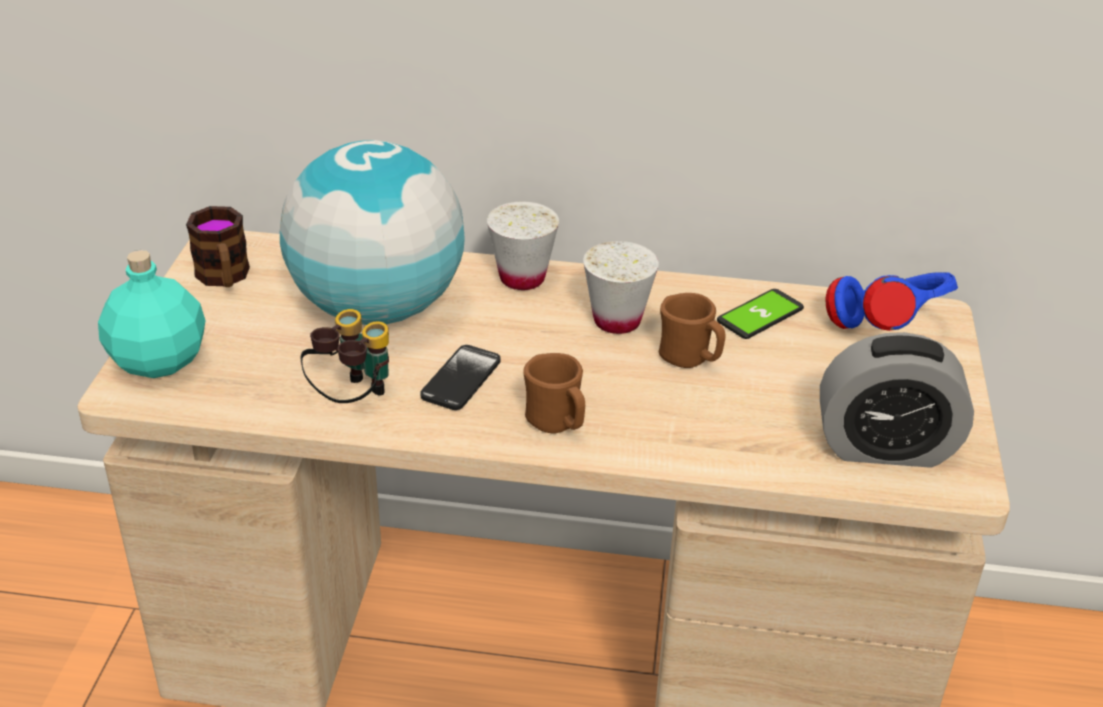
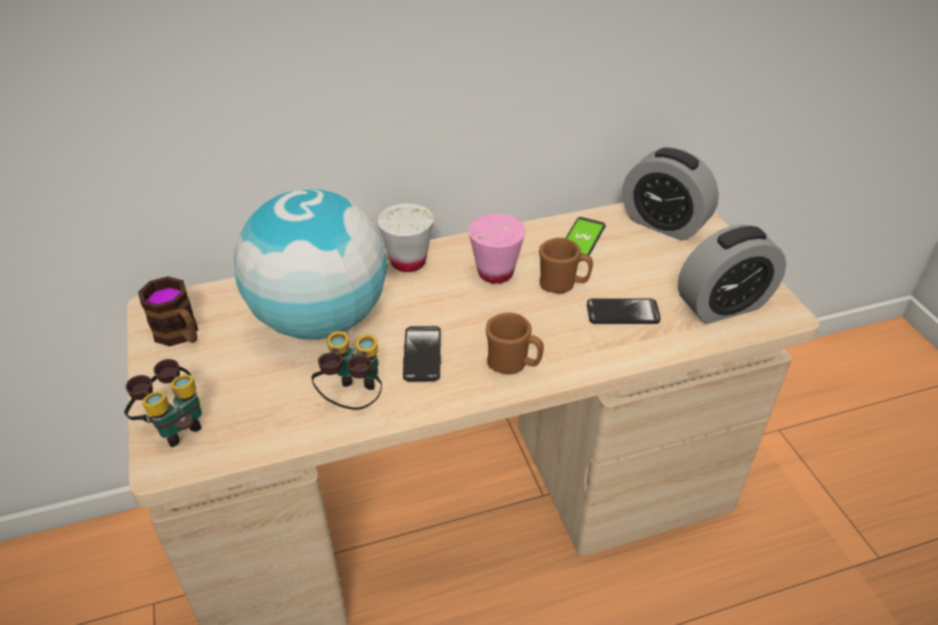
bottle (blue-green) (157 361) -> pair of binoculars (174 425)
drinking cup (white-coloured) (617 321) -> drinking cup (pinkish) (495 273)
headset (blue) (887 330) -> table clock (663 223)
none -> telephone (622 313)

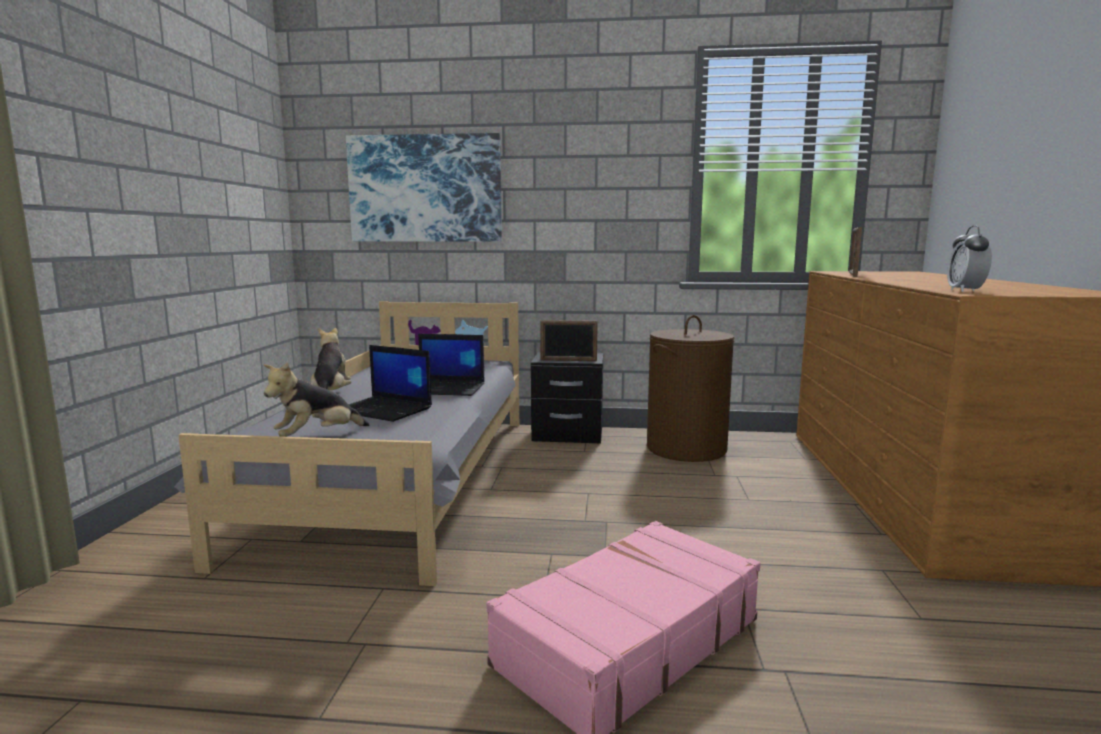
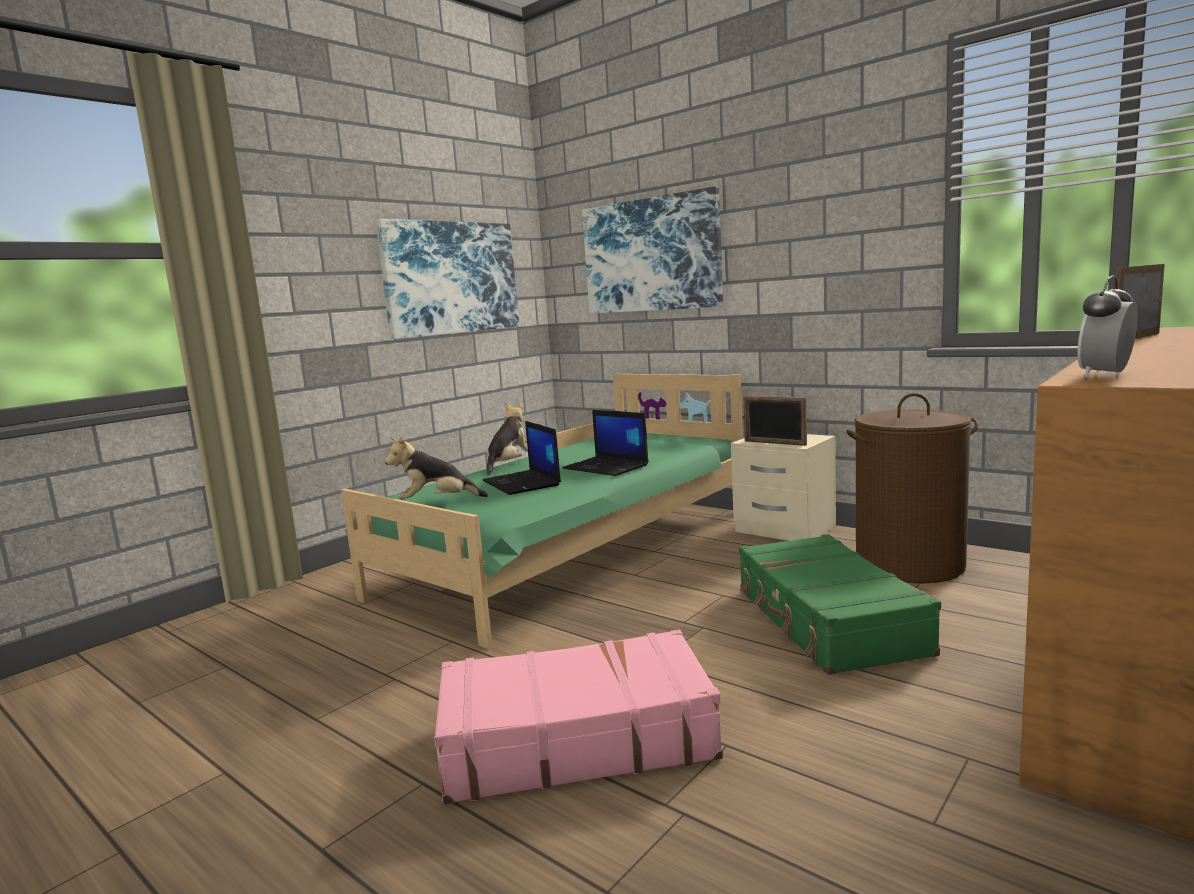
sleeping bed (grey) (404 479) -> sleeping bed (green) (573 552)
bedside table (blackish) (567 435) -> bedside table (beige) (784 530)
none -> wall picture (451 278)
none -> suitcase (green) (827 621)

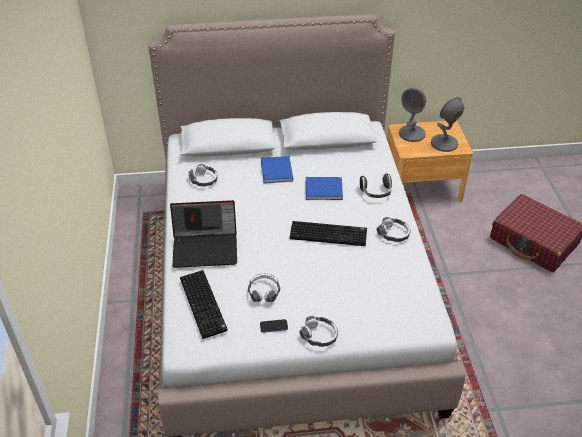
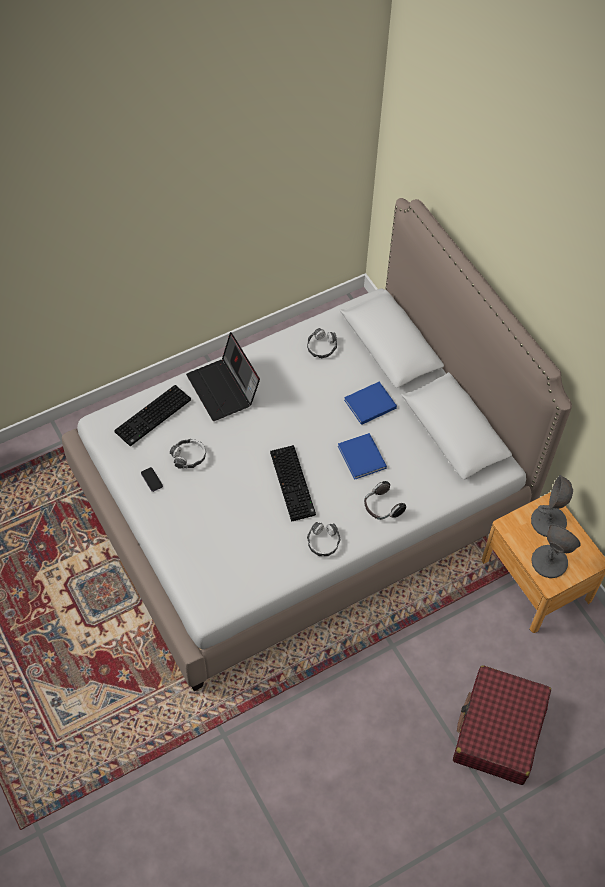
headset (319 335) -> none

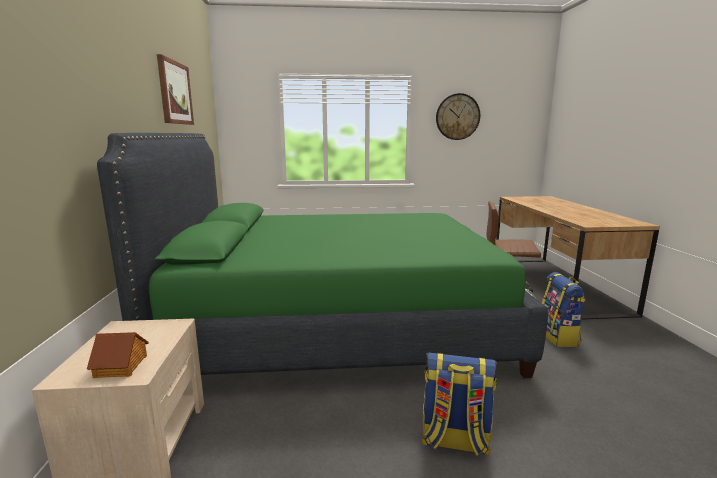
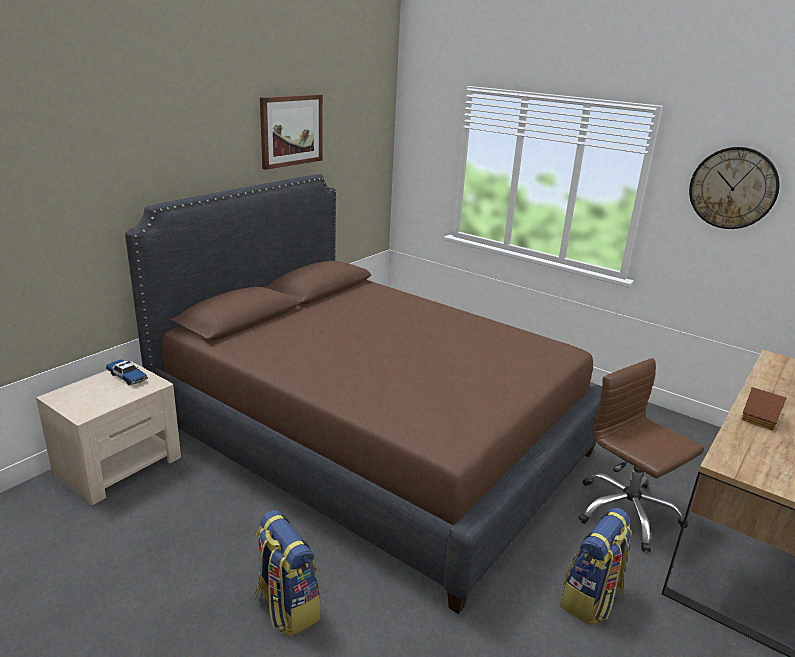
toy house (122 366) -> toy house (760 419), move
sleeping bed (green) (338 323) -> sleeping bed (brownish) (373 440)
none -> miniature car (127 376)

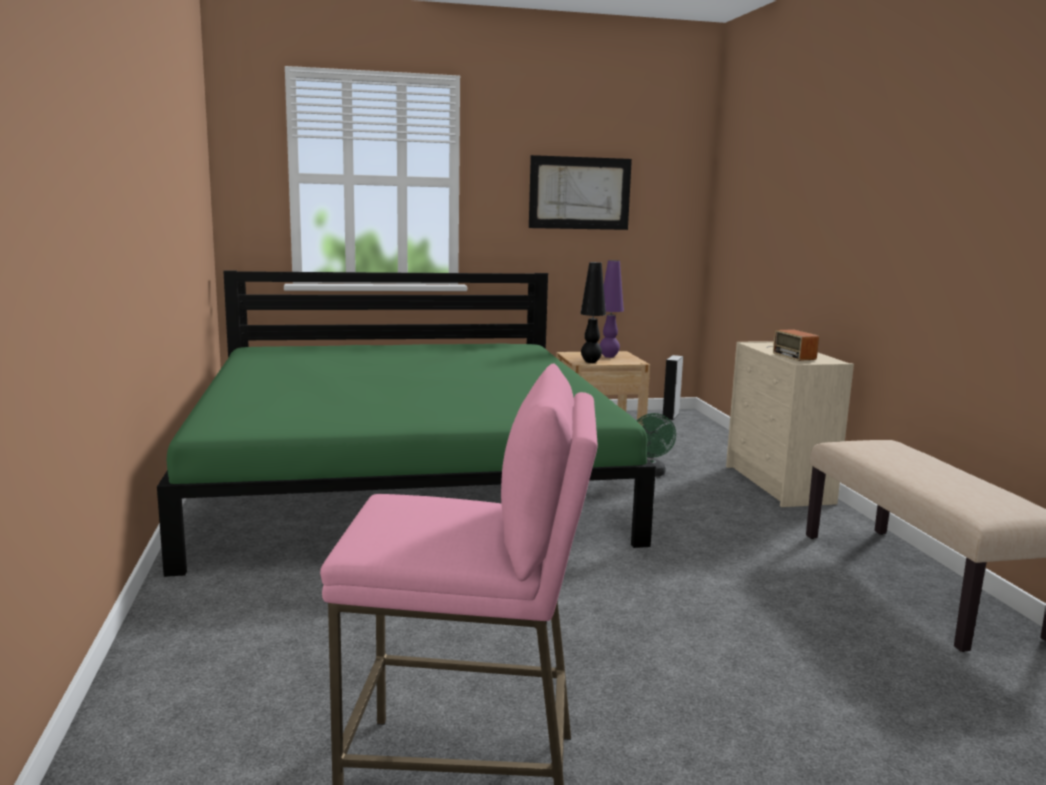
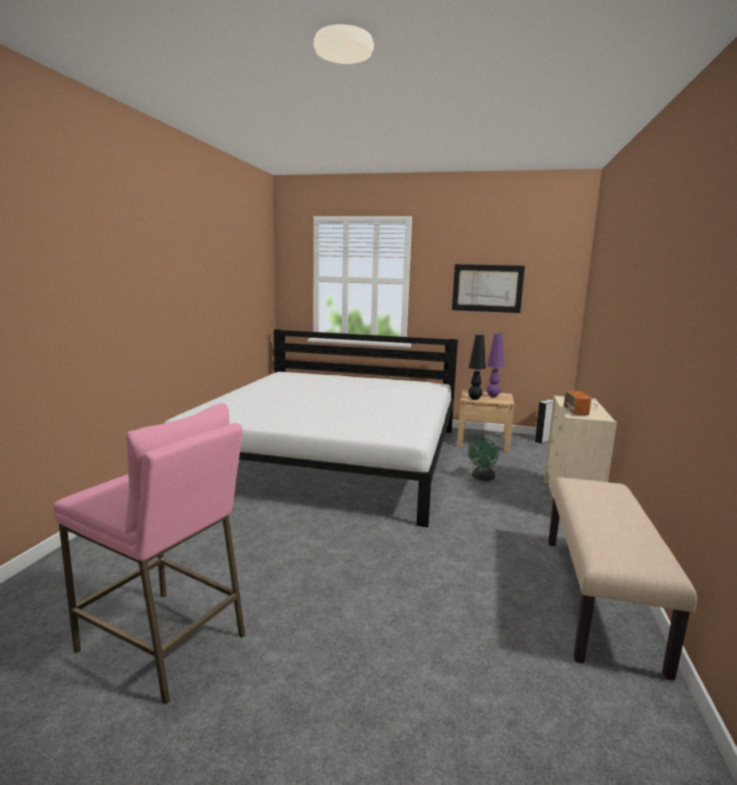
sleeping bed (green) (404 476) -> sleeping bed (white-coloured) (332 456)

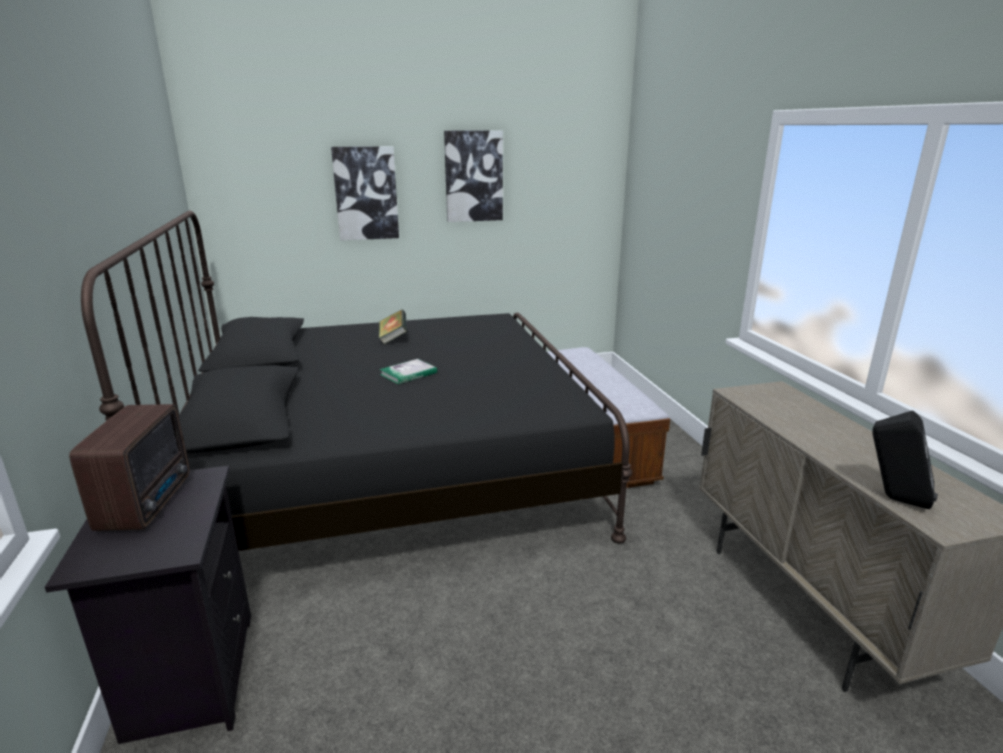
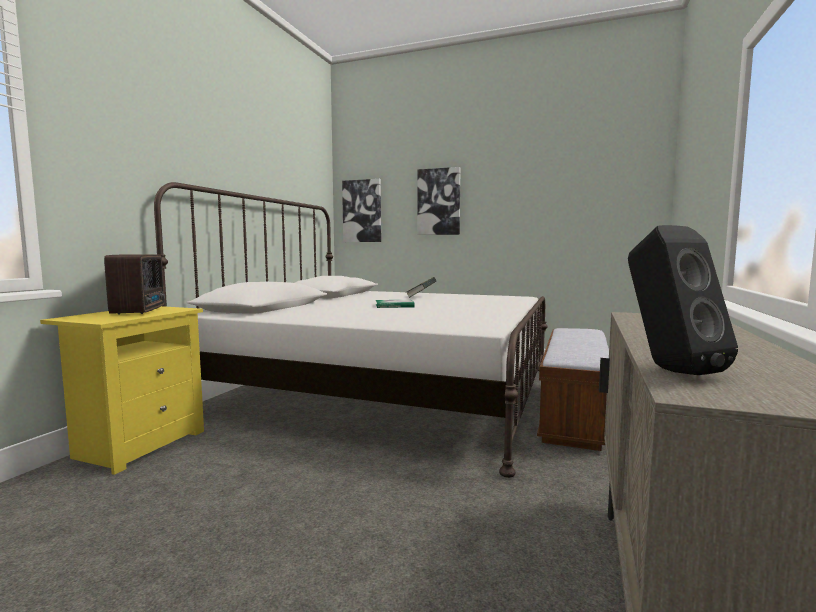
bedside table (blackish) (190 676) -> bedside table (yellowish) (138 445)
radio set (149 501) -> radio set (141 310), 45 degrees counterclockwise
sleeping bed (blackish) (391 469) -> sleeping bed (white-coloured) (385 391)
wall picture (473 176) -> wall picture (362 211), move

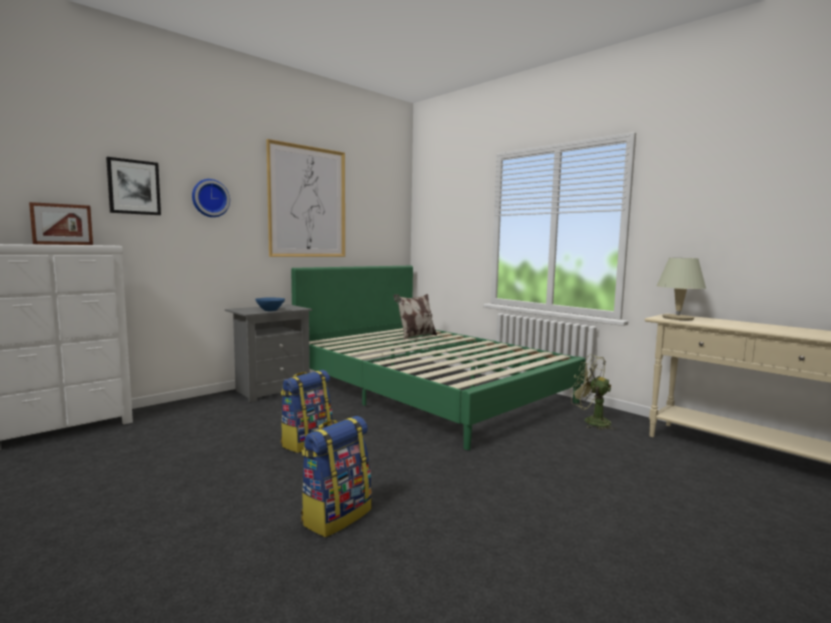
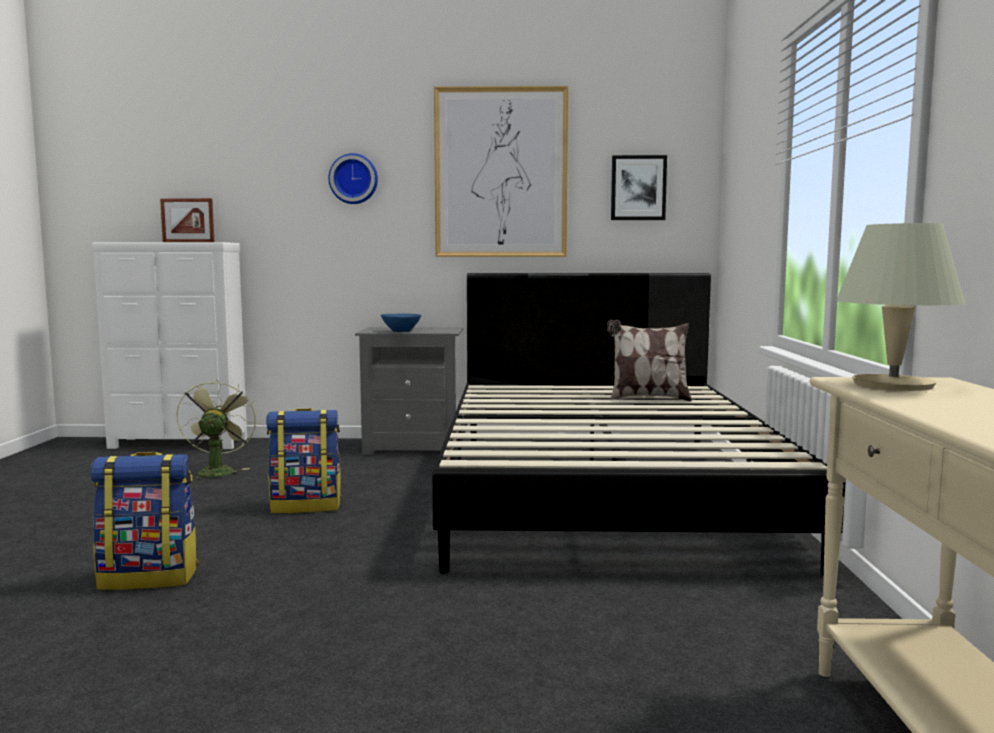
wall picture (134 187) -> wall picture (638 188), move
sleeping bed (green) (428 390) -> sleeping bed (blackish) (604 490)
fan (green) (591 421) -> fan (green) (216 471), move

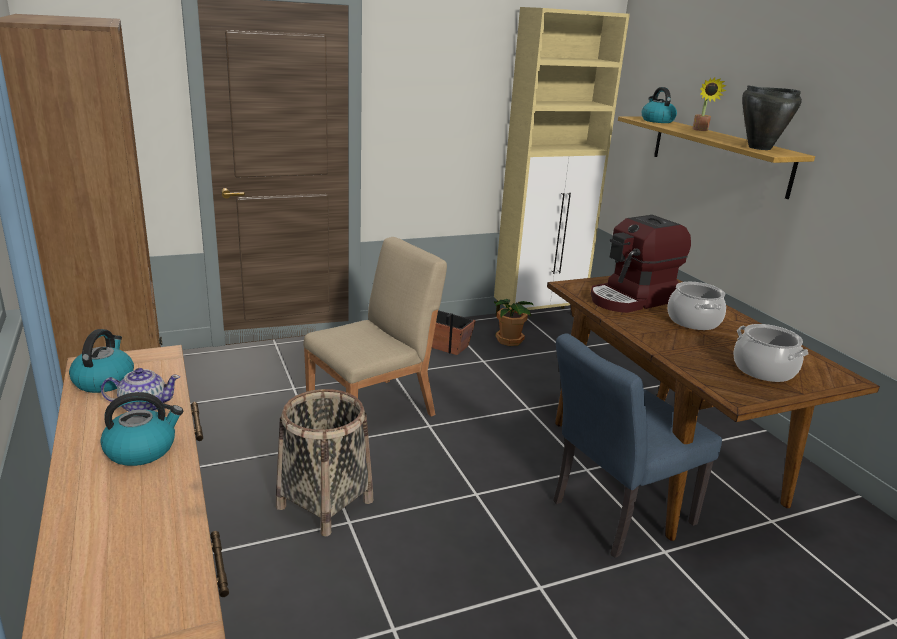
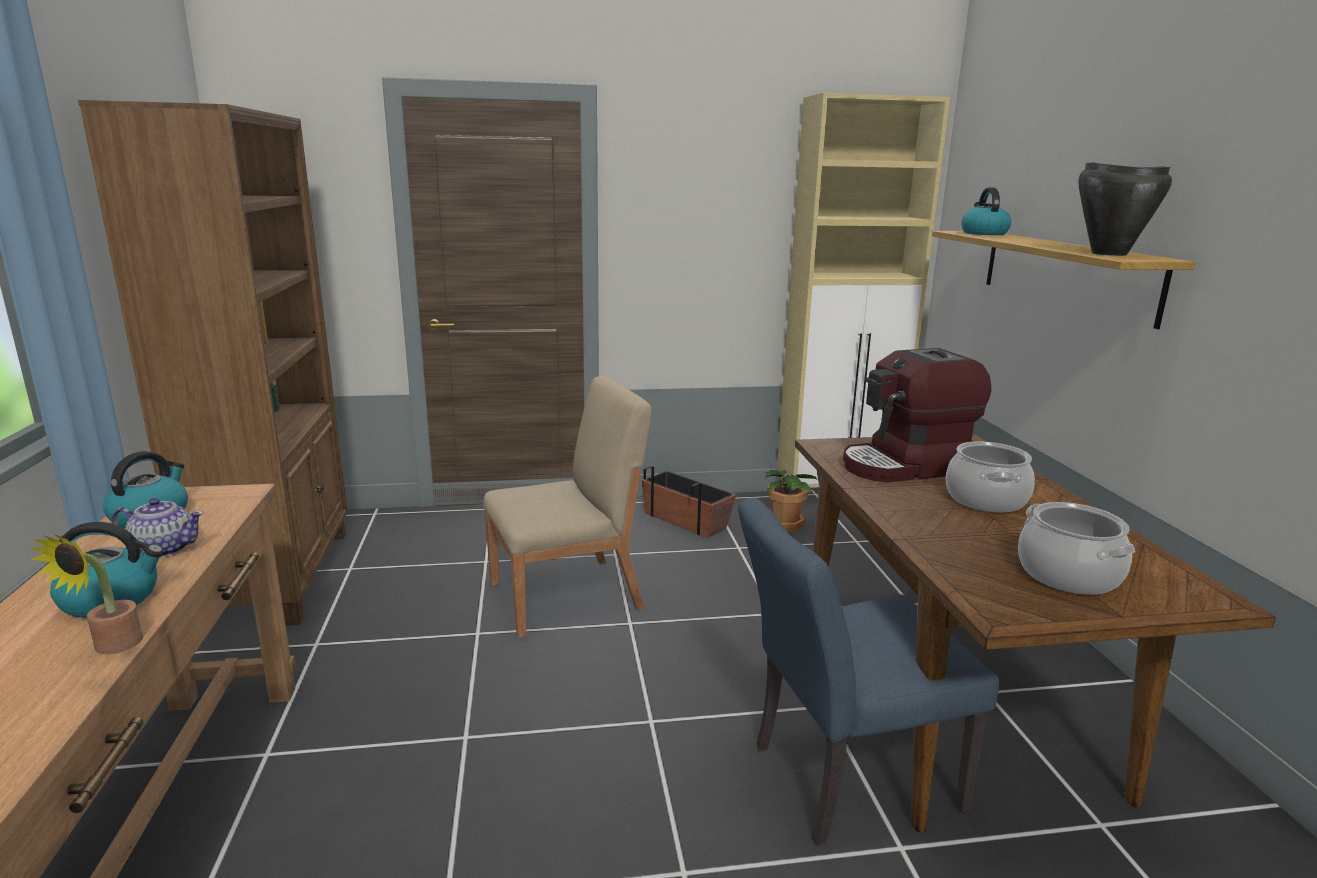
basket (325 503) -> none
houseplant (701 130) -> houseplant (111 647), move

